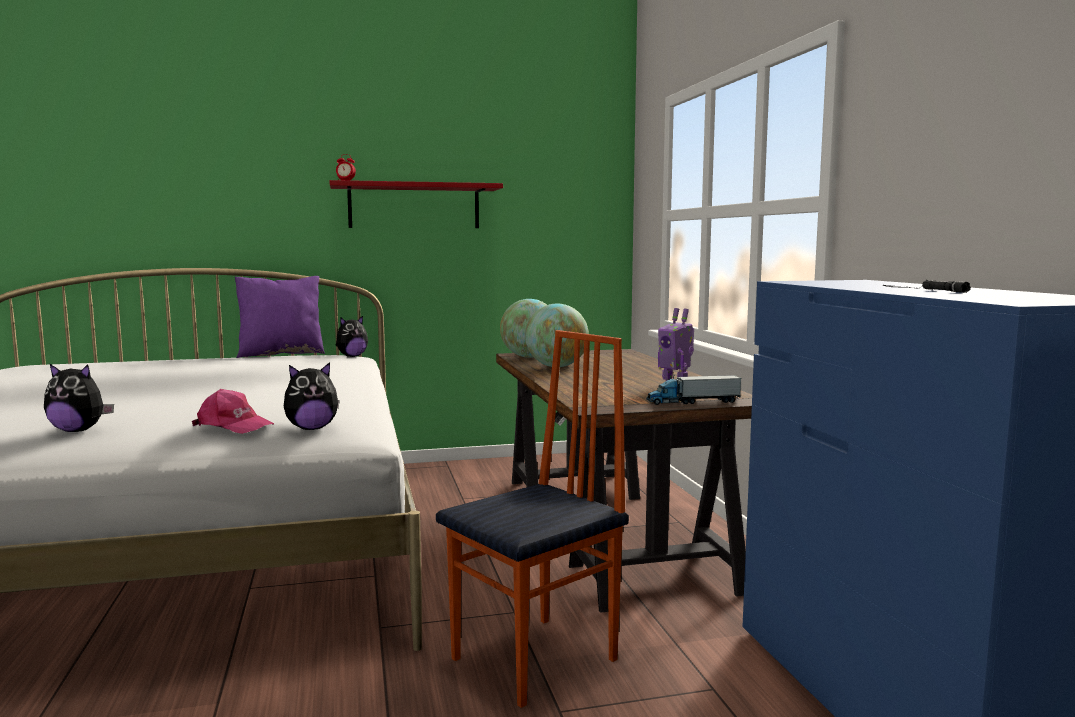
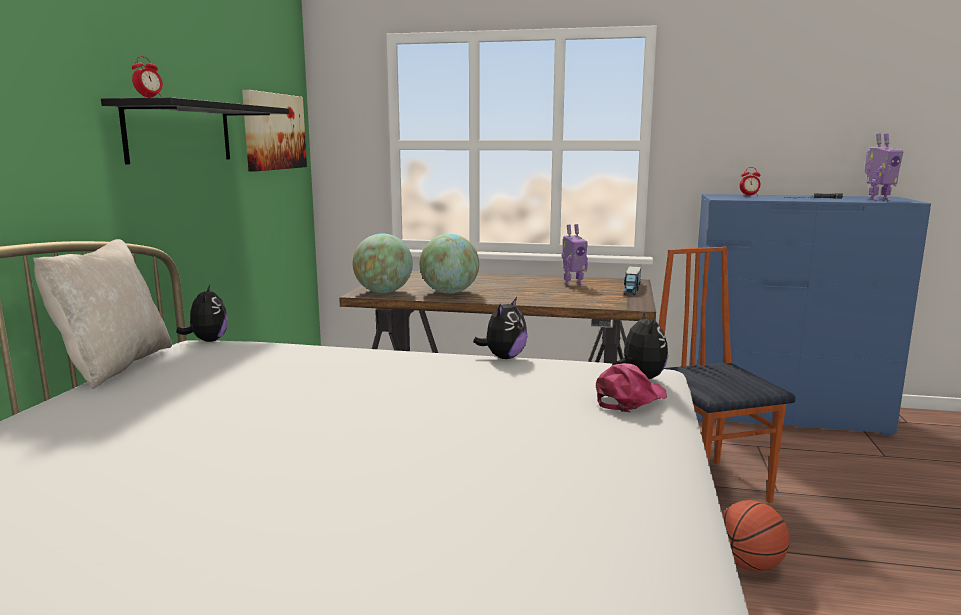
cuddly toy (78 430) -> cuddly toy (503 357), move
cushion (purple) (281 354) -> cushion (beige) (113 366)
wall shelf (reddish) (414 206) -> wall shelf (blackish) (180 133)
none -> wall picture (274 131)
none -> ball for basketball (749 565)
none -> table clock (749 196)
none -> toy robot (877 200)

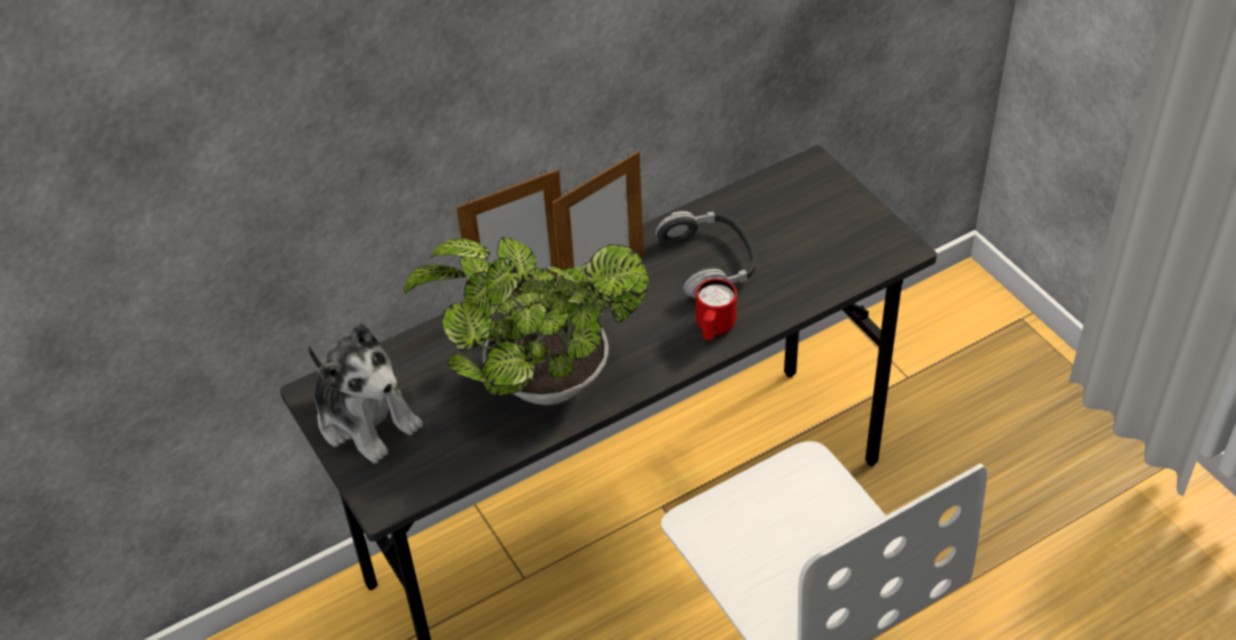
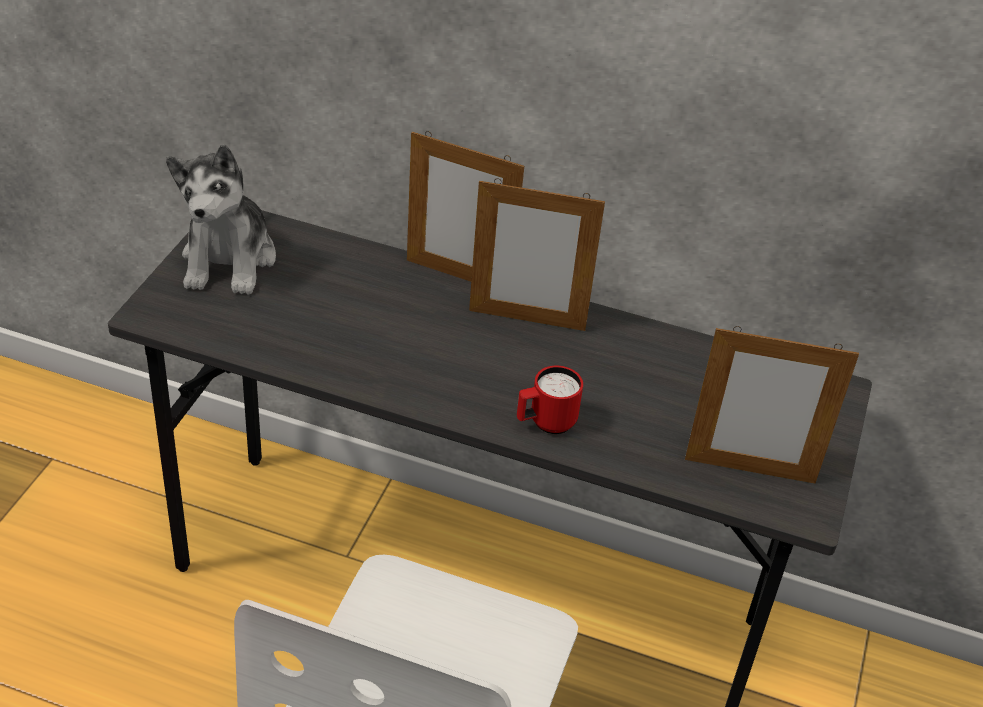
houseplant (538 382) -> none
headset (709 262) -> none
none -> photo frame (749 470)

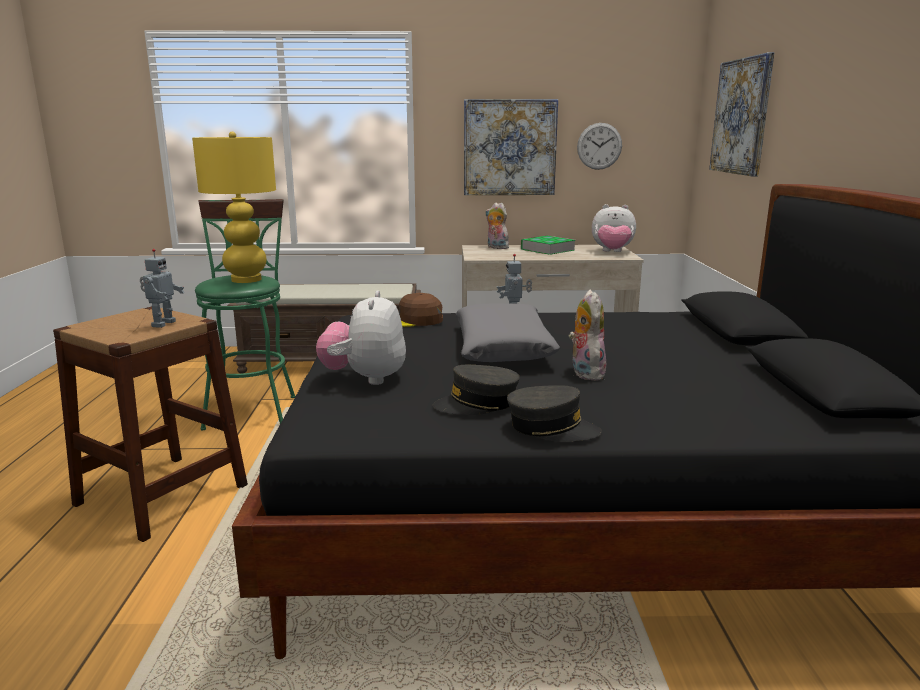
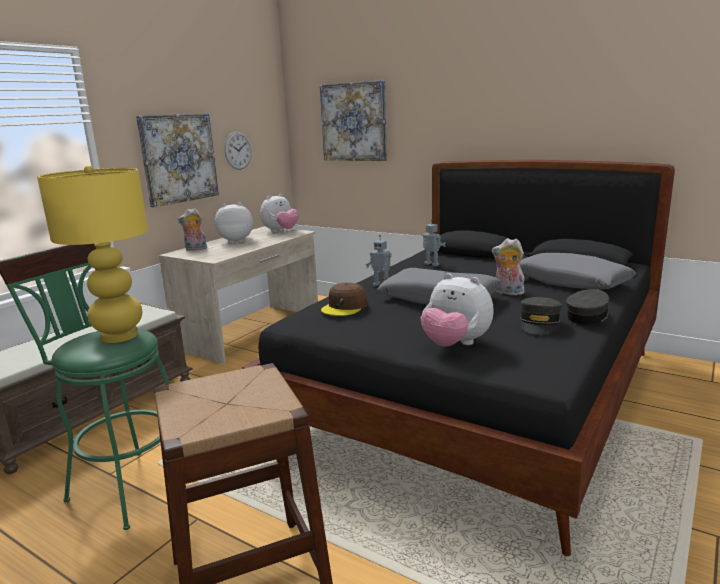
toy robot (162 324) -> toy robot (431 265), move
volume (547 249) -> cuddly toy (236 241)
none -> cushion (grey) (571 282)

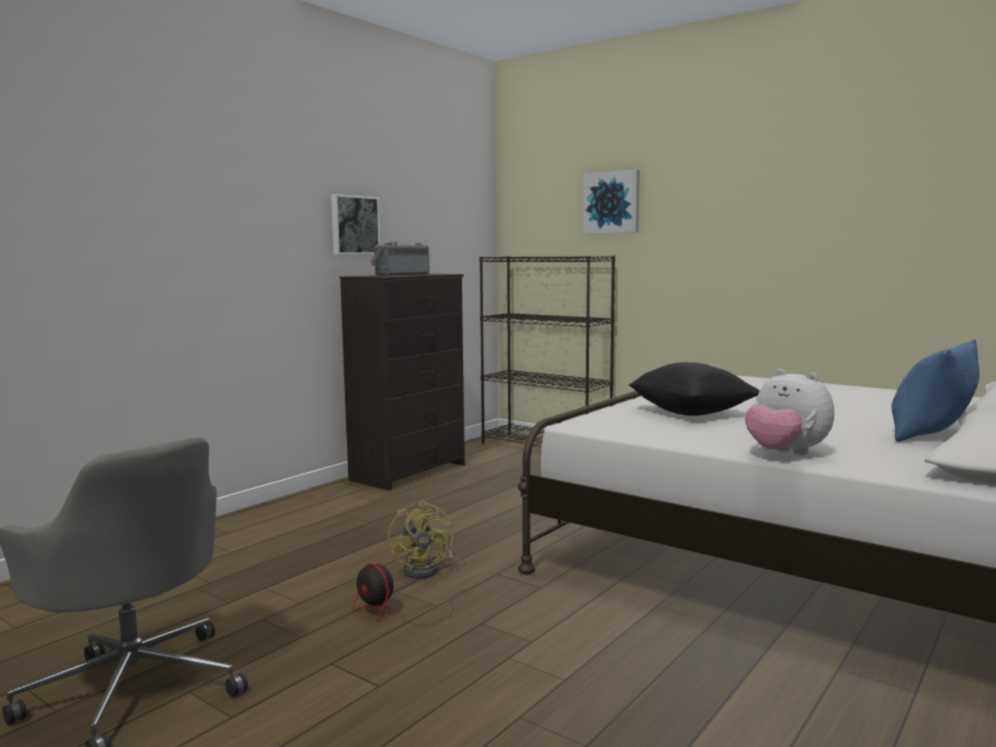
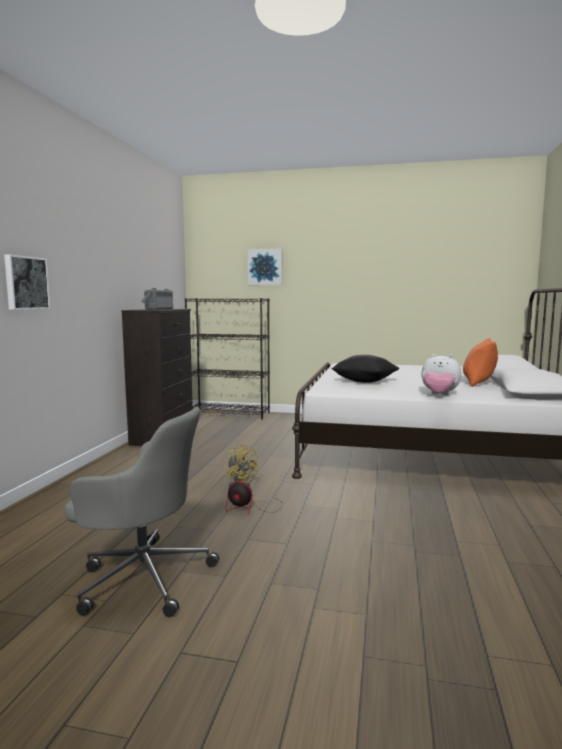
wall picture (354 225) -> wall picture (25 283), move
cushion (blue) (931 435) -> cushion (orange) (478 383)

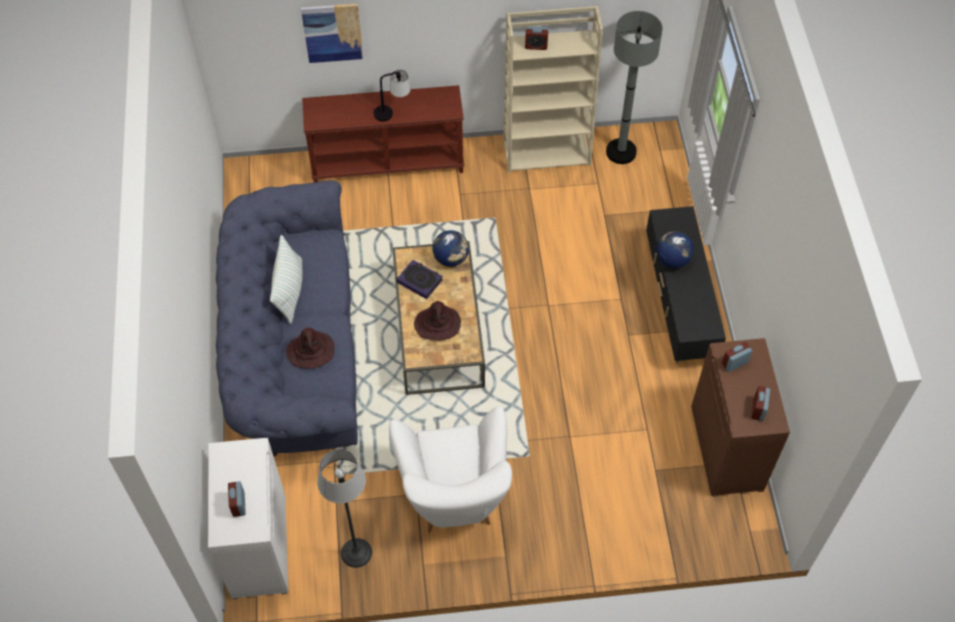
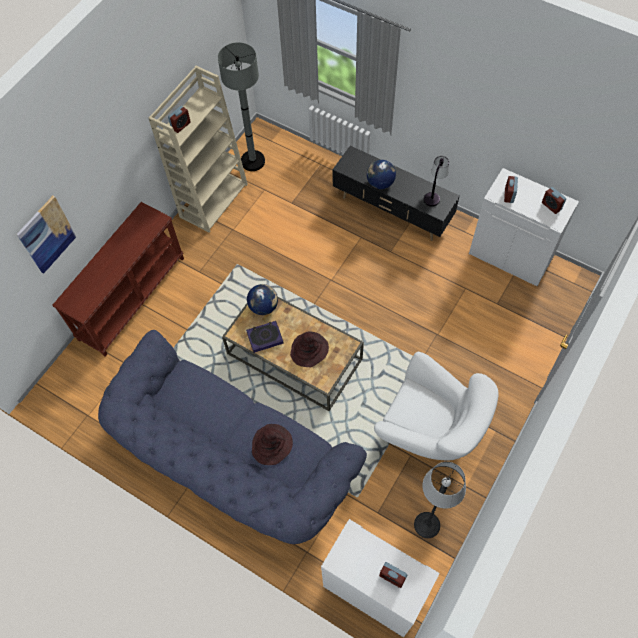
cushion (289 290) -> none
lamp for a table (392 112) -> lamp for a table (433 194), move
storage cabinet (brownish) (727 449) -> storage cabinet (white-coloured) (511 255)

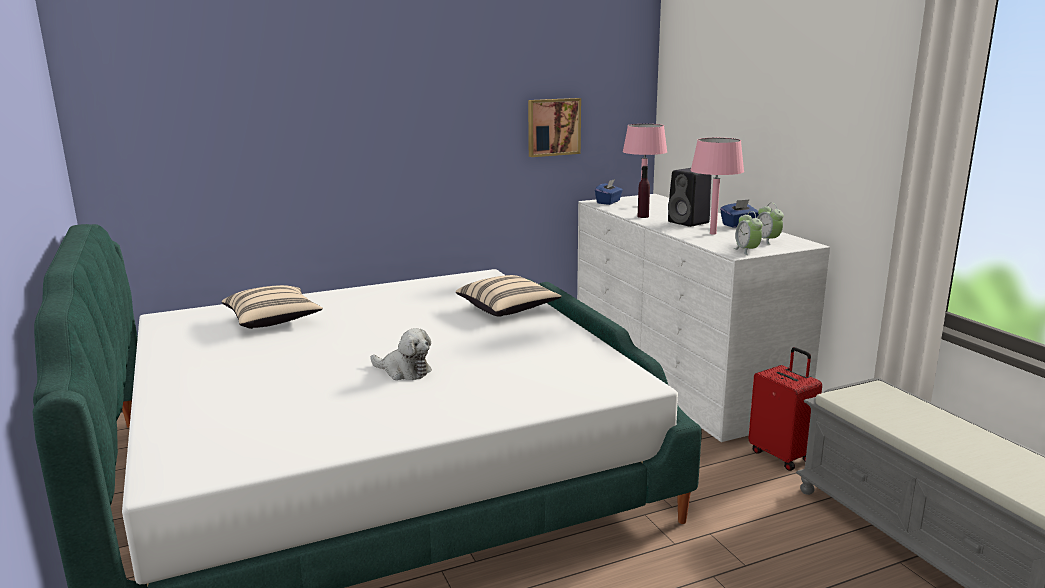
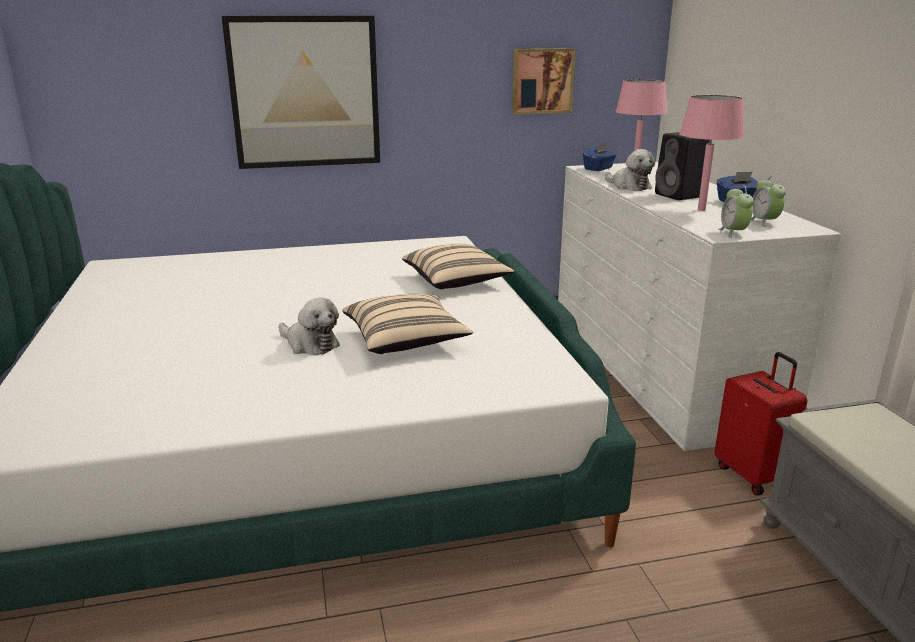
cushion (beige) (273 321) -> cushion (beige) (406 341), move
bottle (purple) (643 216) -> cuddly toy (629 186)
none -> wall picture (305 92)

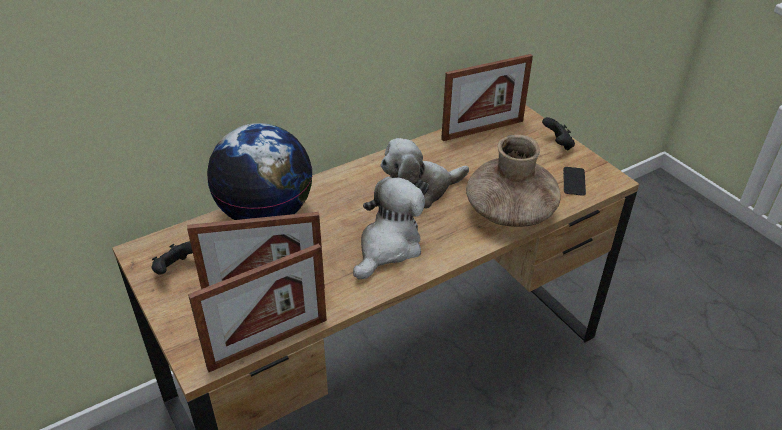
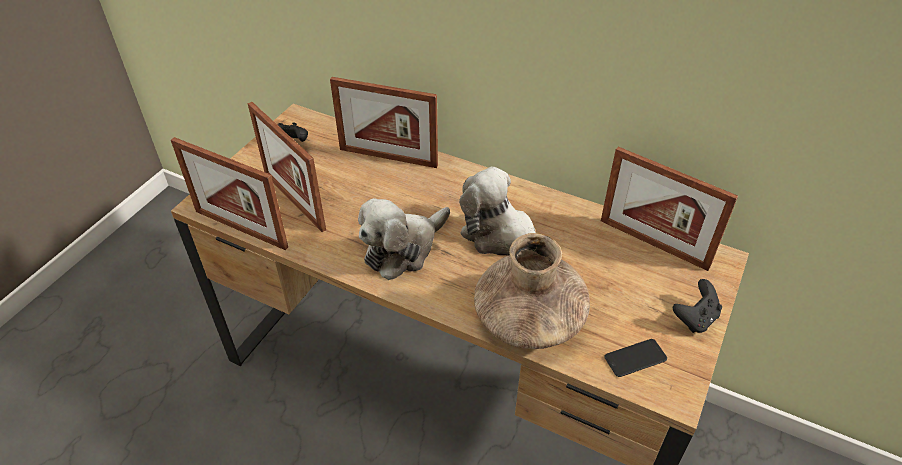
world globe (266 214) -> photo frame (388 157)
cuddly toy (388 246) -> cuddly toy (403 249), 135 degrees clockwise

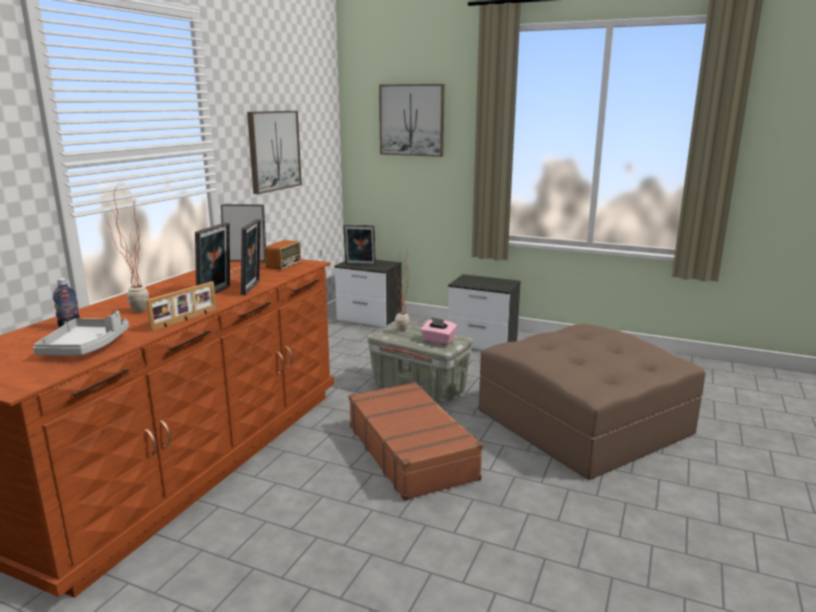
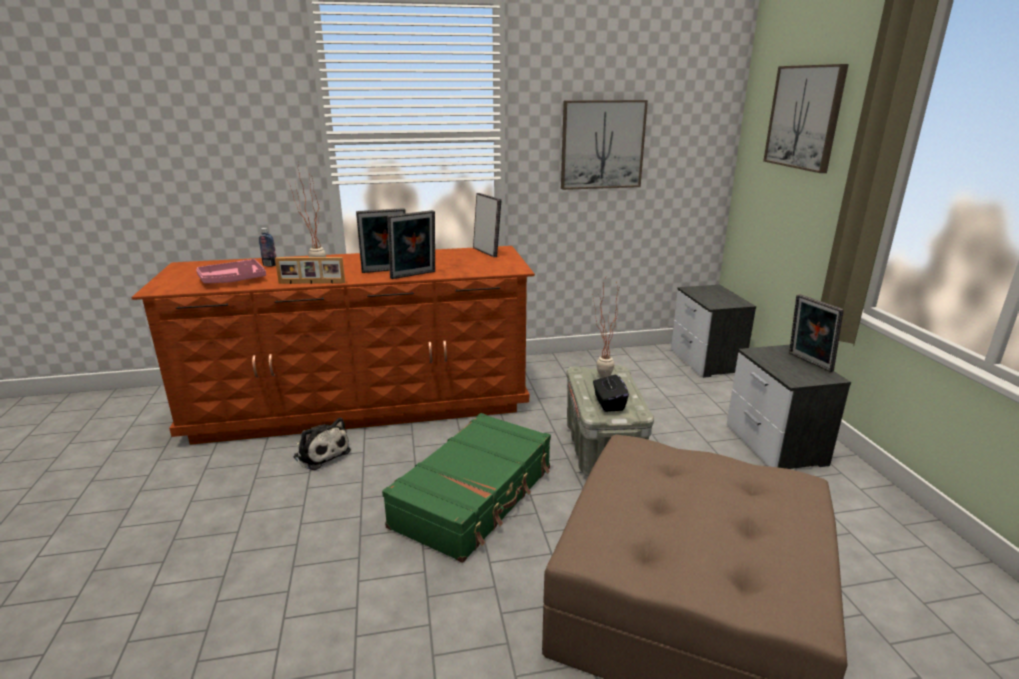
carrying tray (grey) (86 347) -> carrying tray (pinkish) (233 280)
radio set (261 268) -> none
photo frame (360 265) -> photo frame (808 362), move
suitcase (brownish) (411 451) -> suitcase (green) (475 497)
tissue holder (pinkish) (438 341) -> tissue holder (blackish) (608 403)
none -> cuddly toy (320 453)

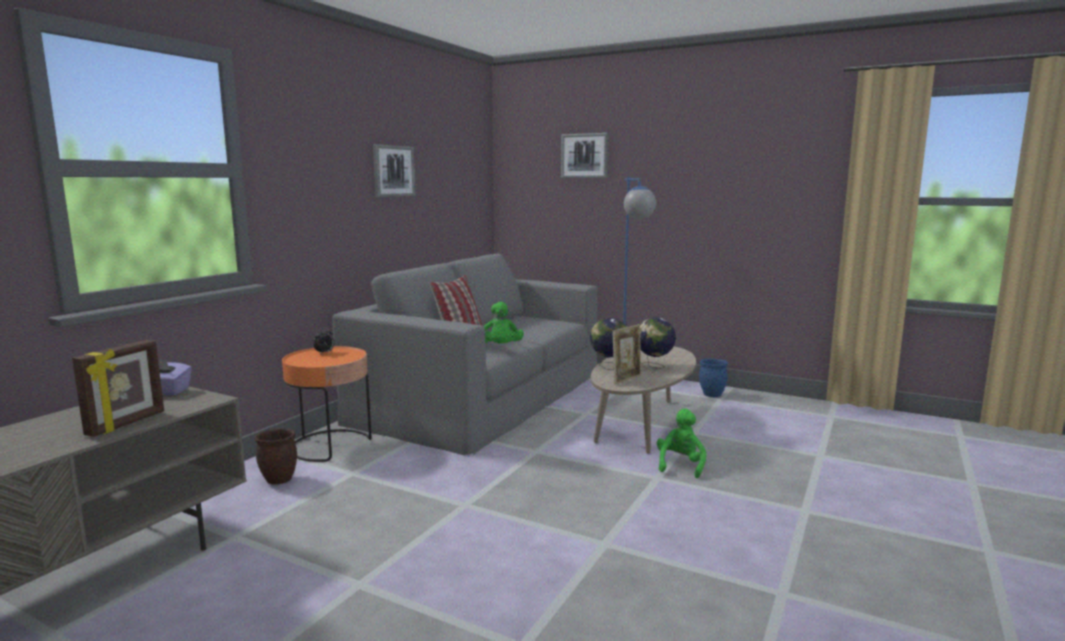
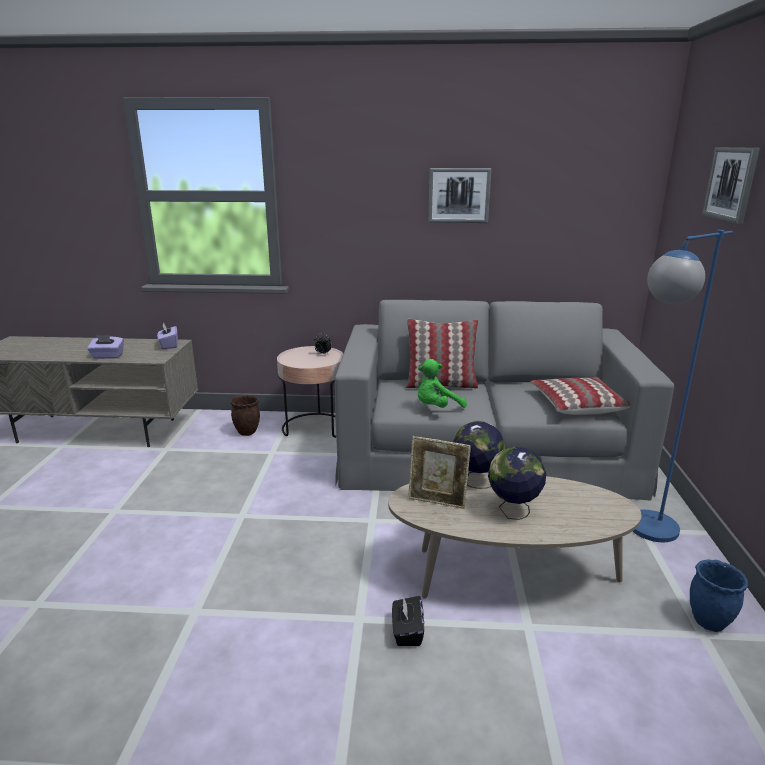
photo frame (127 424) -> tissue holder (purple) (107 356)
side table (orange) (331 445) -> side table (pinkish) (314 427)
cuddly toy (green) (680 465) -> tissue holder (blackish) (407 632)
none -> cushion (577 404)

